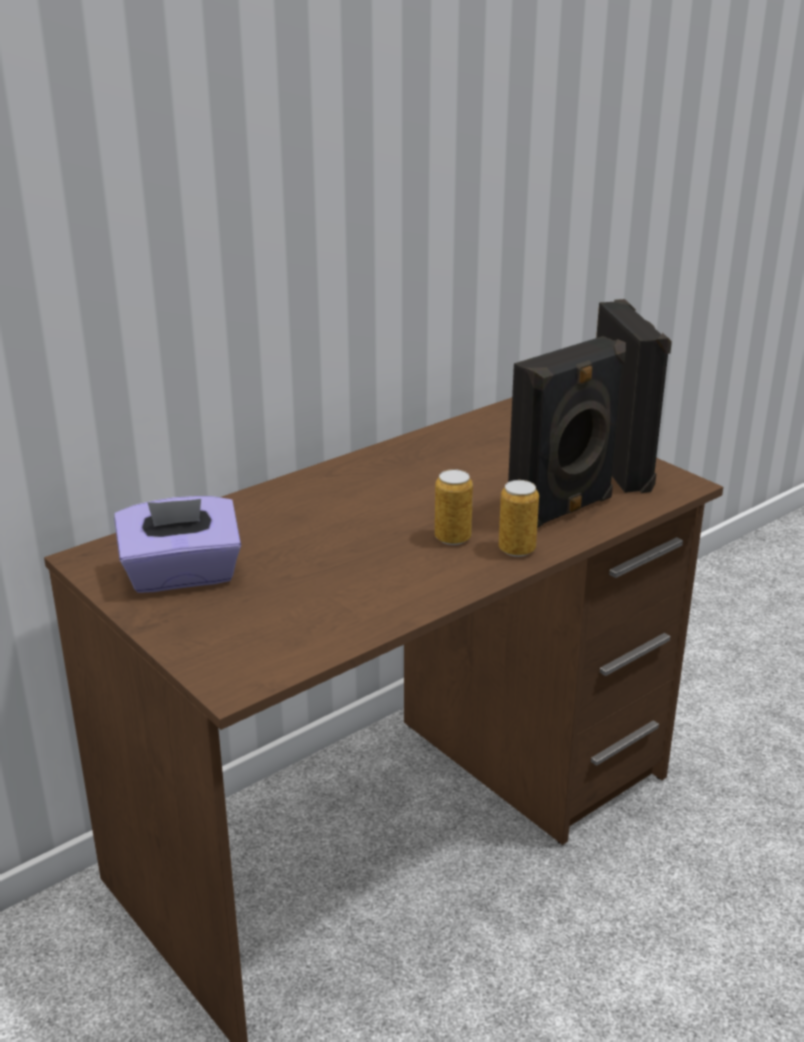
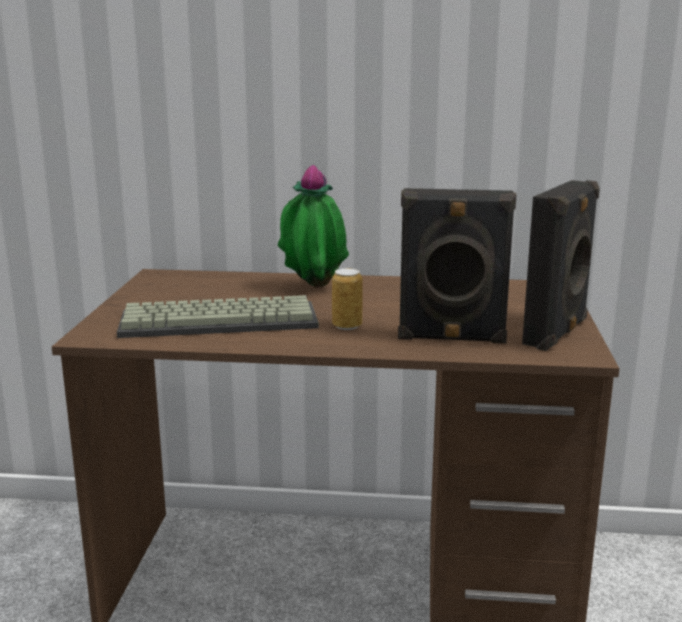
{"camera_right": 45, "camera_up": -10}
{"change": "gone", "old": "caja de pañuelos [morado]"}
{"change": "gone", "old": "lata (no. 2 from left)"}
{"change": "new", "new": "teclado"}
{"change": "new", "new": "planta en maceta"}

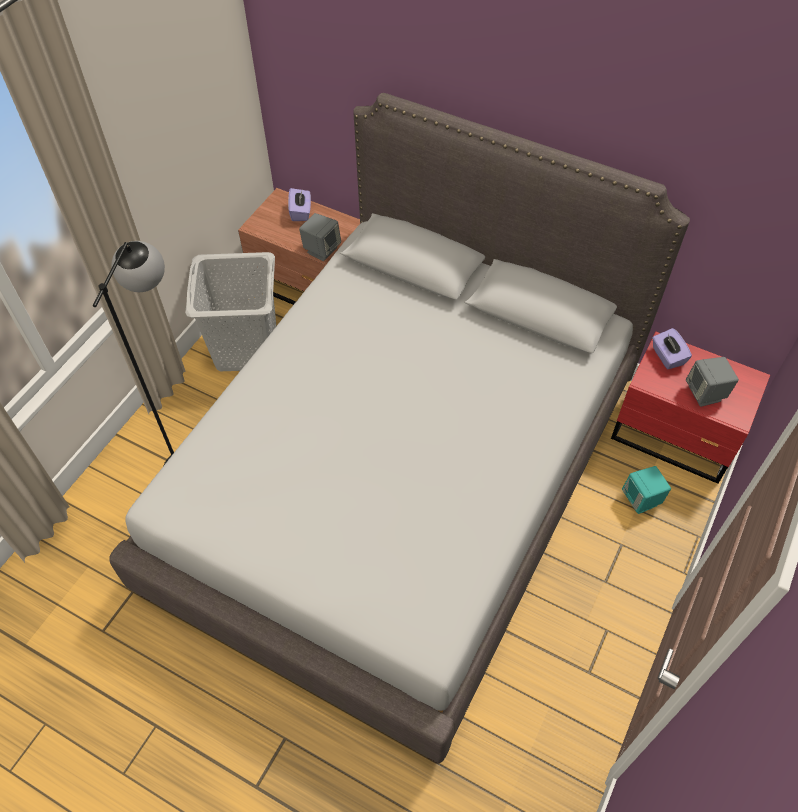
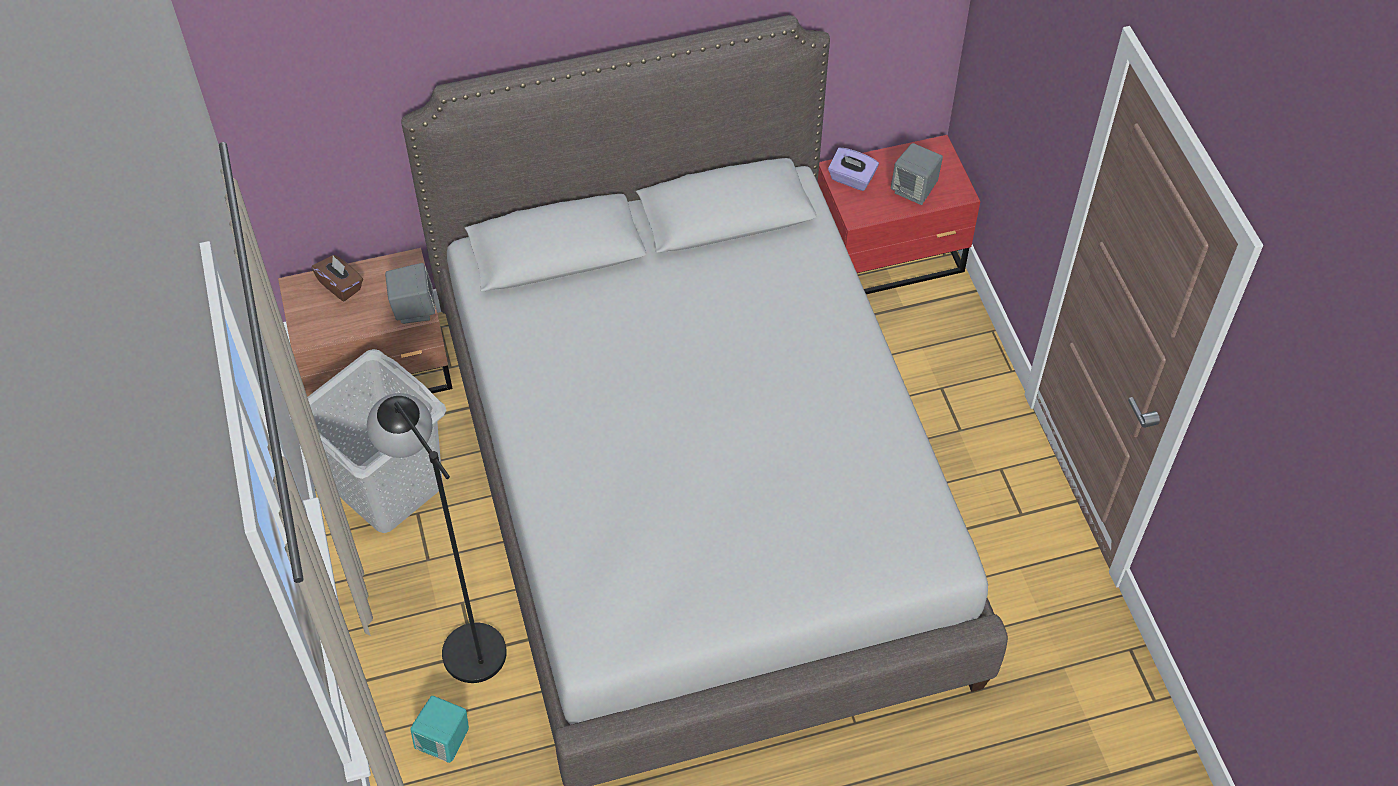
{"camera_right": -45, "camera_up": 0}
{"change": "shifted", "old": "altavoz [turquesa]"}
{"change": "repainted", "old": "caja de pañuelos [morado] (no. 1 from left)", "new": "caja de pañuelos [marrón]"}

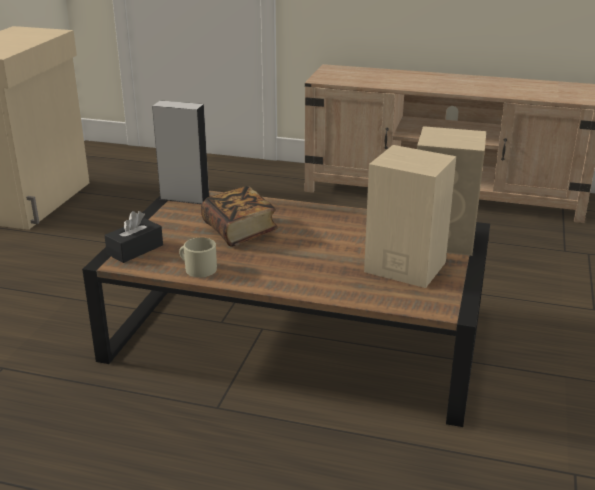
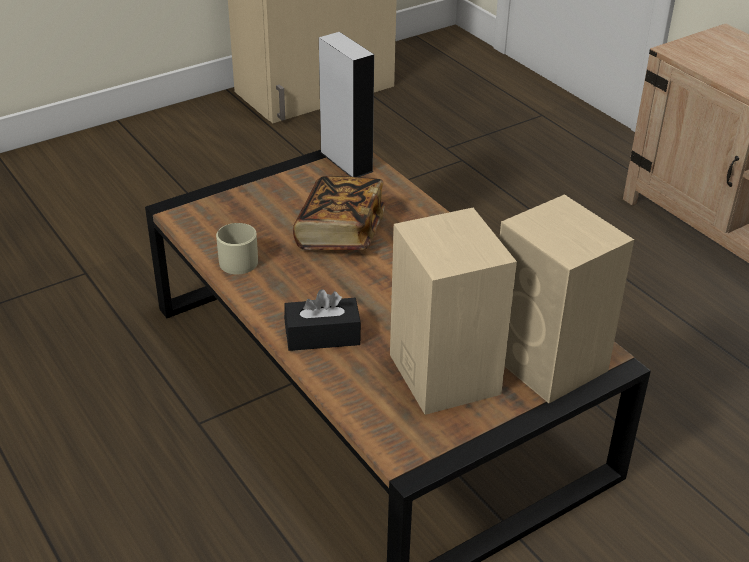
{"camera_right": 40, "camera_up": 10}
{"change": "shifted", "old": "caja de pañuelos [negro]"}

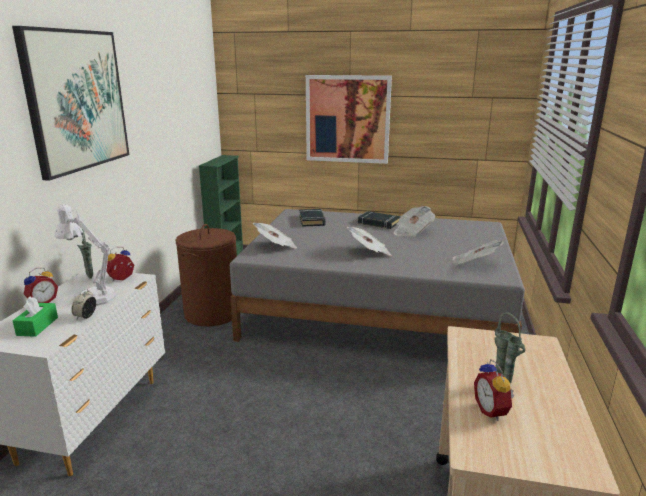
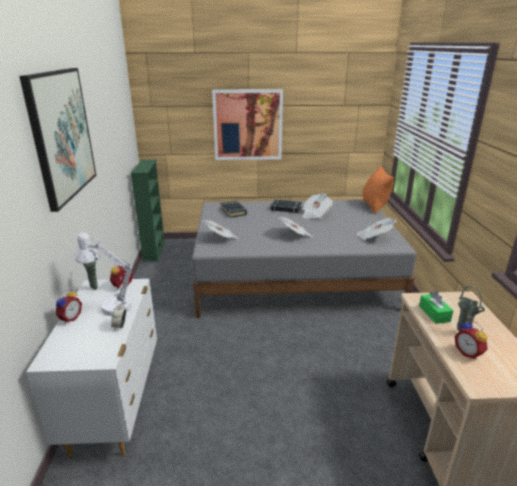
{"camera_right": -15, "camera_up": 5}
{"change": "gone", "old": "cesto de la ropa [marrón]"}
{"change": "new", "new": "cojín [naranja]"}
{"change": "shifted", "old": "caja de pañuelos [verde]"}

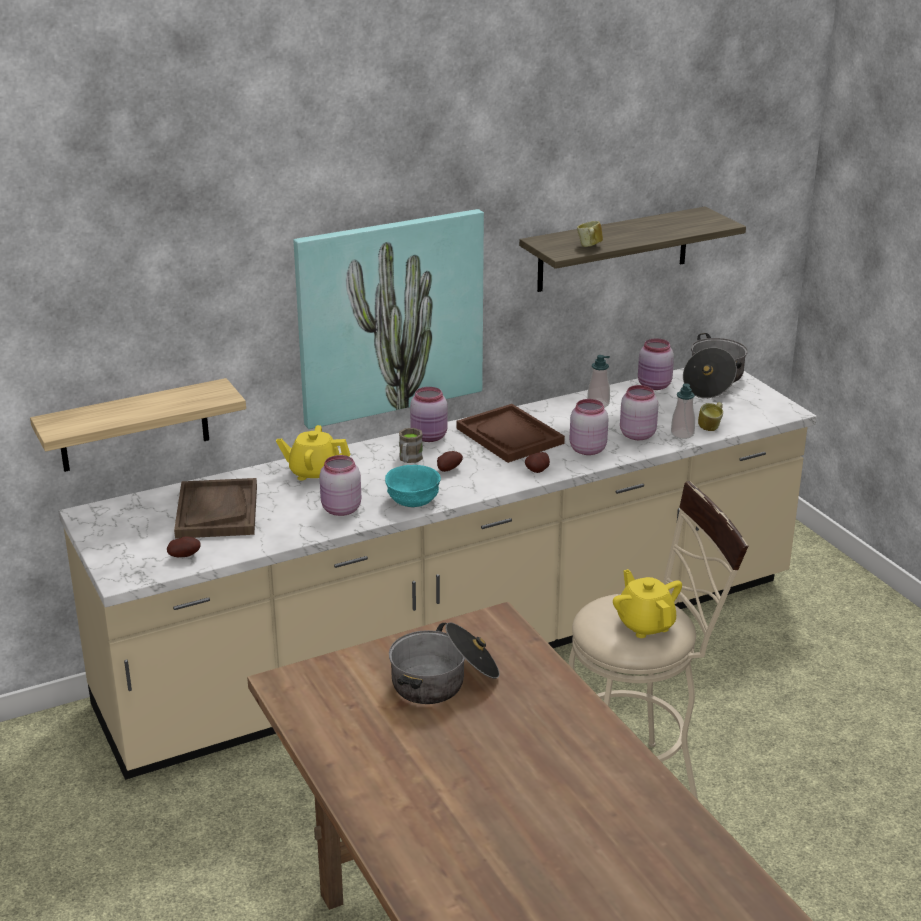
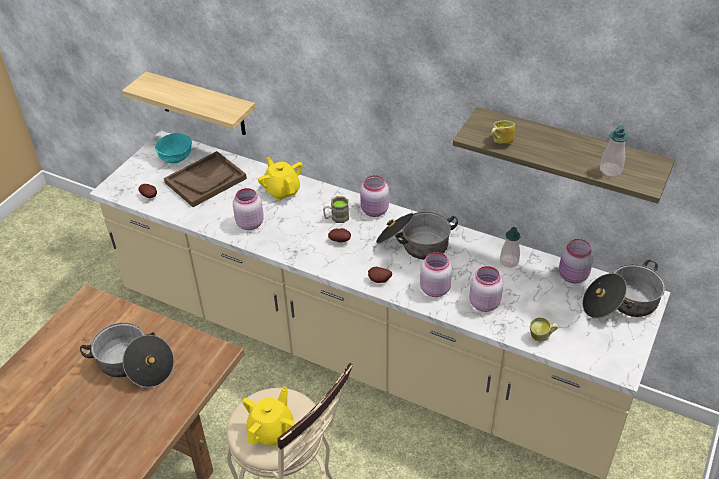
{"camera_right": 55, "camera_up": 15}
{"change": "gone", "old": "cuadro"}
{"change": "shifted", "old": "cuenco [turquesa]"}
{"change": "shifted", "old": "dispensador de jabón (no. 2 from left)"}
{"change": "swapped", "old": "bandeja [marrón] (no. 2 from left)", "new": "olla (no. 2 from left)"}

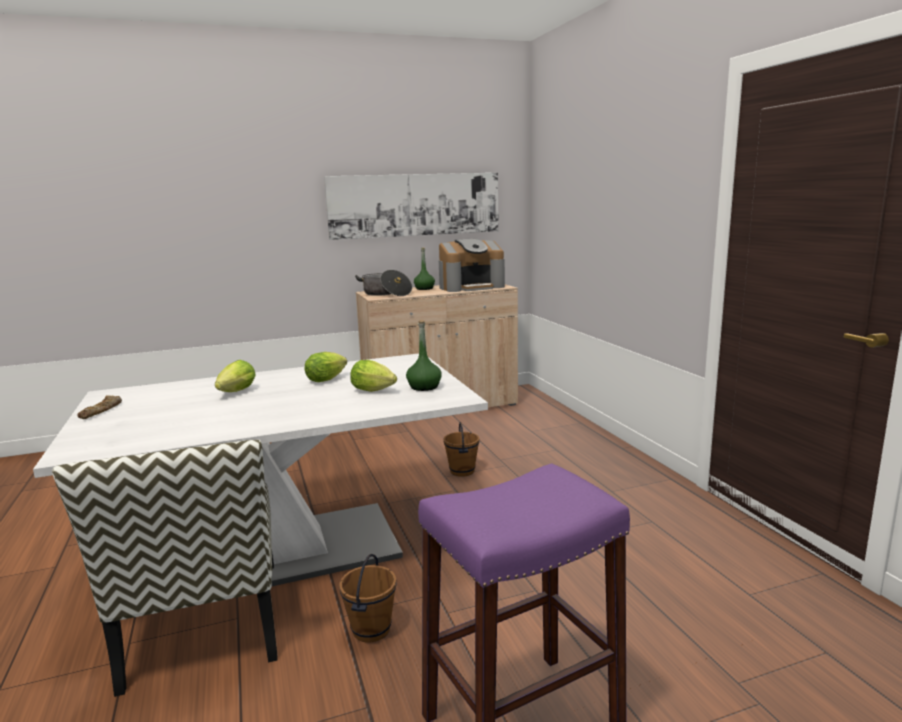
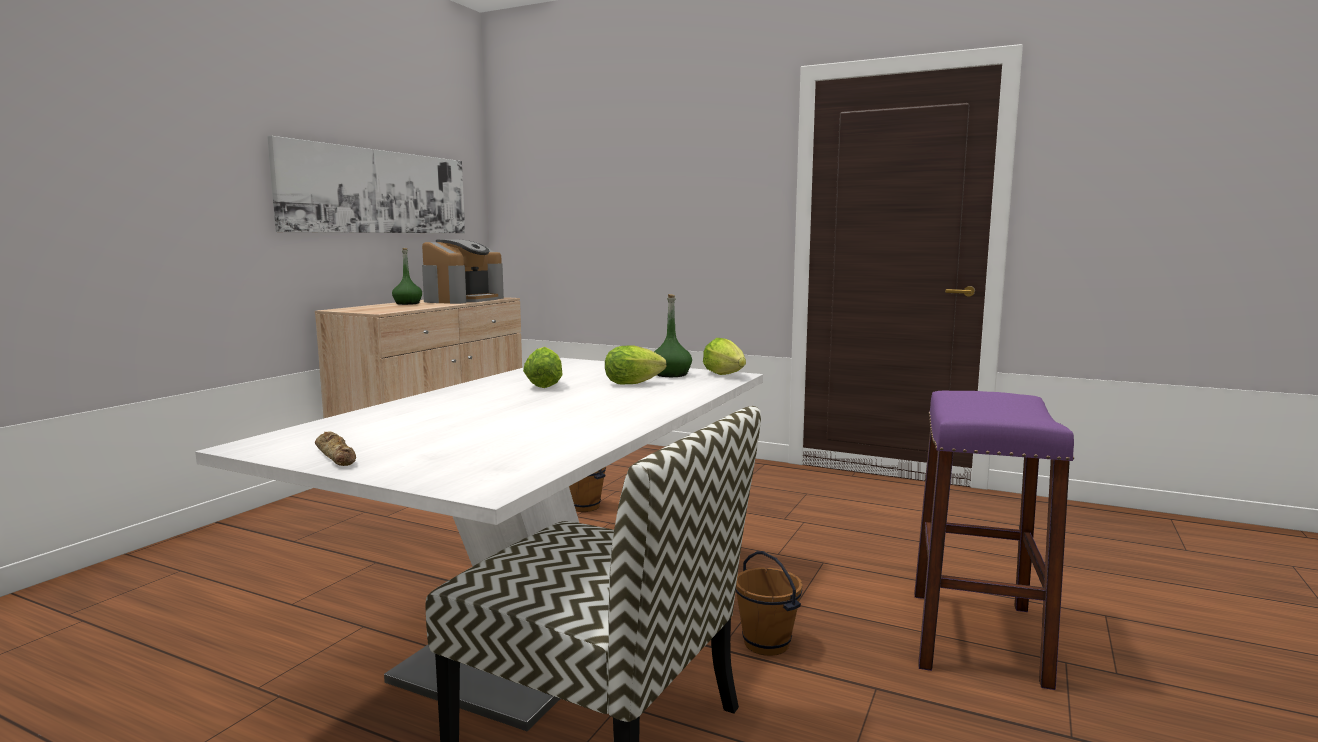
{"camera_right": -45, "camera_up": -5}
{"change": "gone", "old": "olla"}
{"change": "shifted", "old": "lechuga (no. 1 from left in the first image)", "new": "lechuga (no. 3 from left)"}

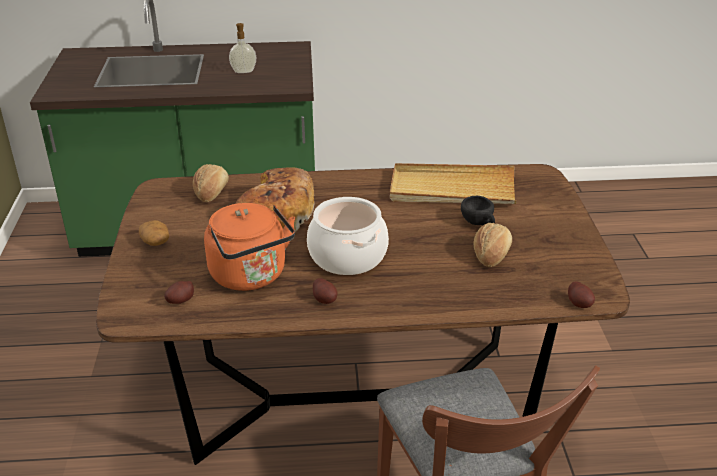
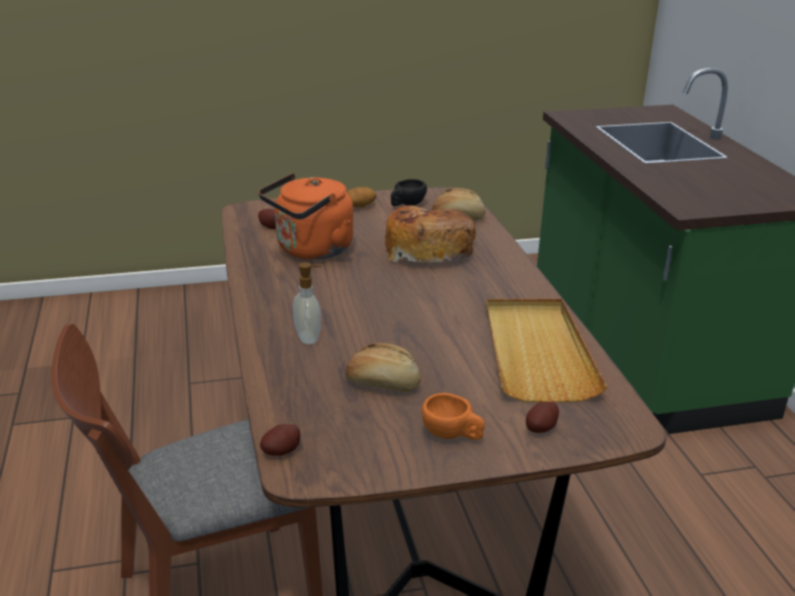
{"camera_right": 80, "camera_up": -5}
{"change": "gone", "old": "olla"}
{"change": "new", "new": "taza [naranja]"}
{"change": "shifted", "old": "dispensador de jabón"}
{"change": "shifted", "old": "patata (no. 3 from left in the first image)", "new": "patata (no. 4 from left)"}
{"change": "shifted", "old": "taza [negro]"}

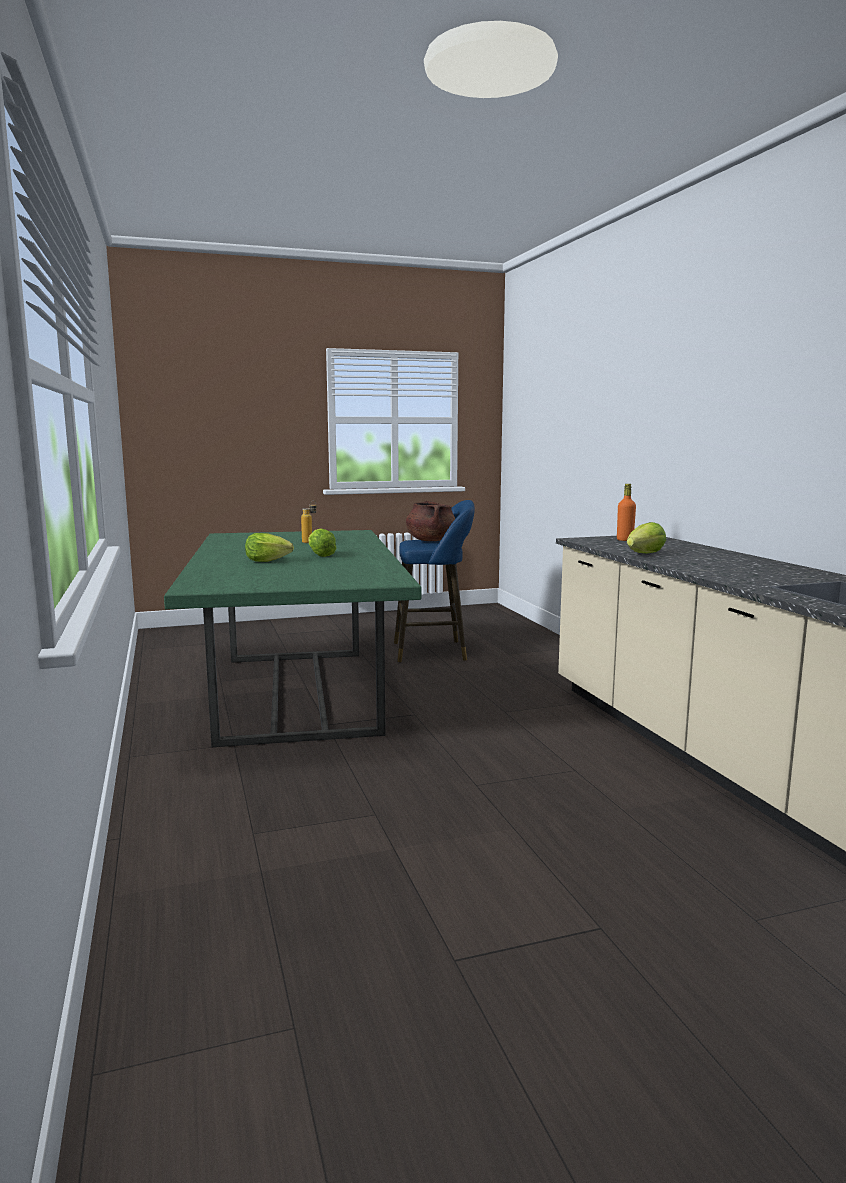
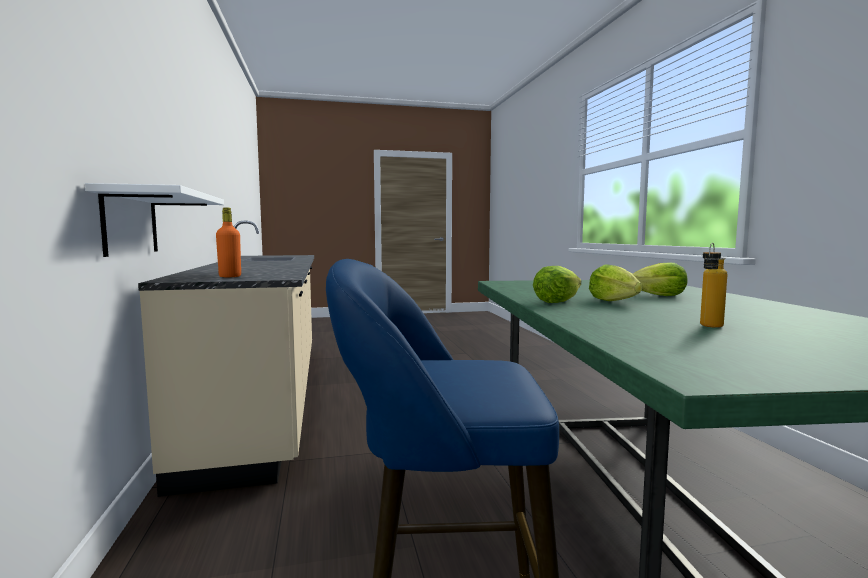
{"camera_right": -175, "camera_up": -5}
{"change": "gone", "old": "olla [marrón]"}
{"change": "new", "new": "estante [blanco]"}
{"change": "shifted", "old": "lechuga (no. 3 from left in the first image)", "new": "lechuga (no. 1 from left)"}

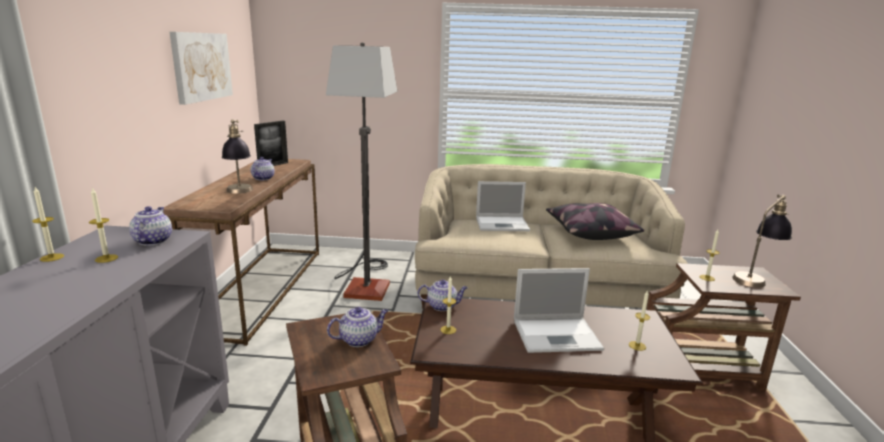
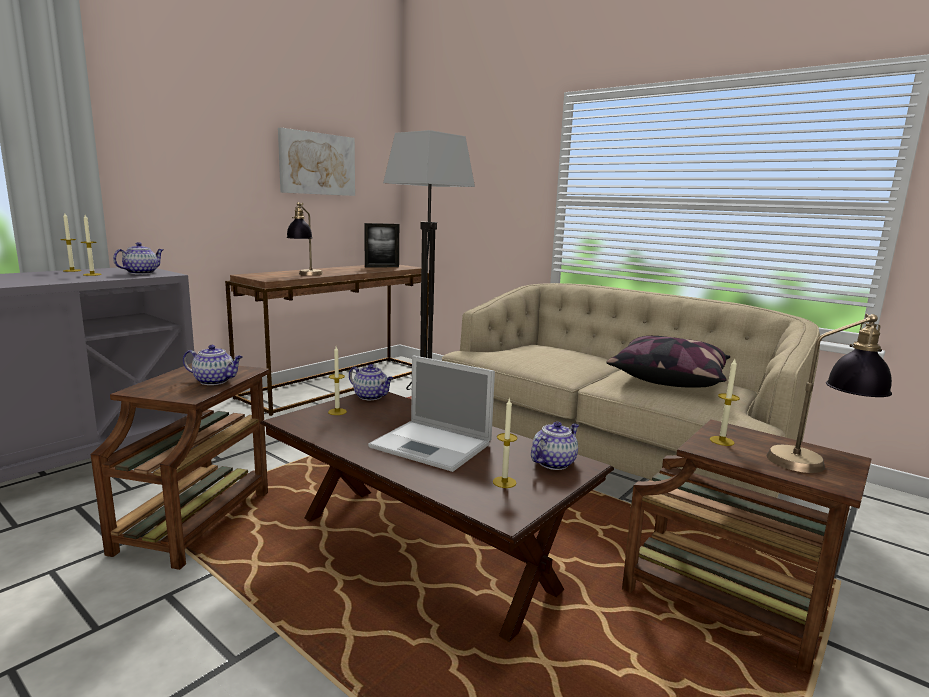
{"camera_right": 35, "camera_up": -5}
{"change": "gone", "old": "portátil (no. 1 from left)"}
{"change": "shifted", "old": "tetera (no. 2 from left in the first image)", "new": "tetera (no. 4 from left)"}

